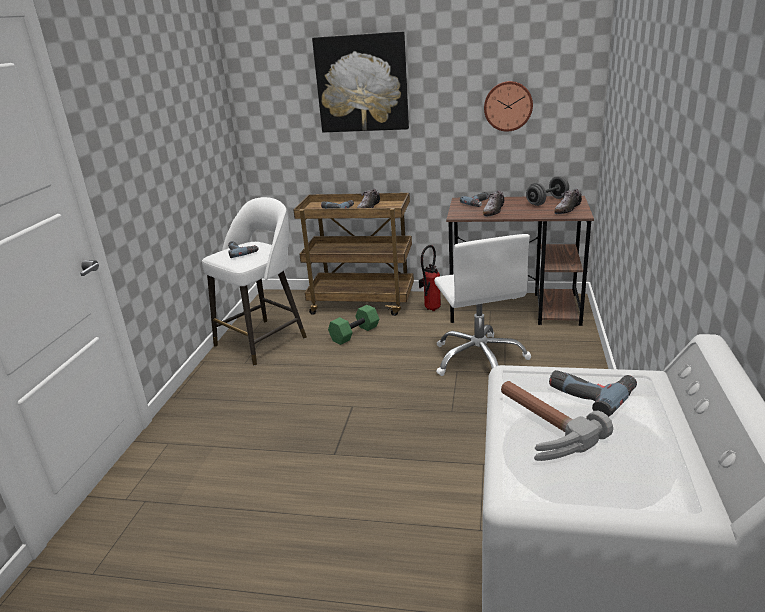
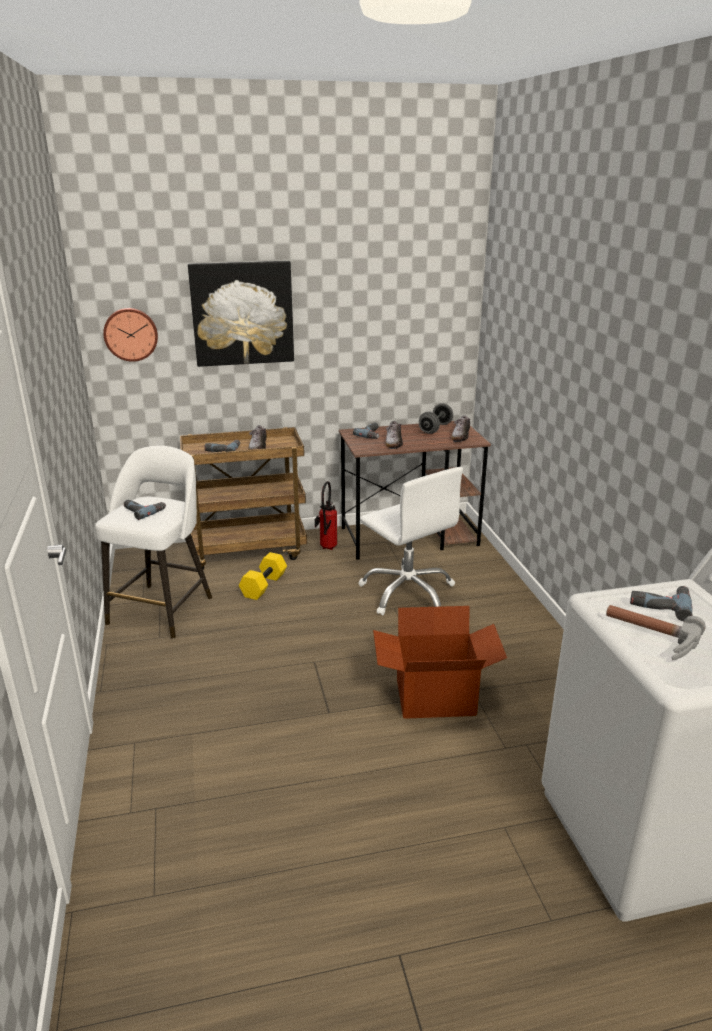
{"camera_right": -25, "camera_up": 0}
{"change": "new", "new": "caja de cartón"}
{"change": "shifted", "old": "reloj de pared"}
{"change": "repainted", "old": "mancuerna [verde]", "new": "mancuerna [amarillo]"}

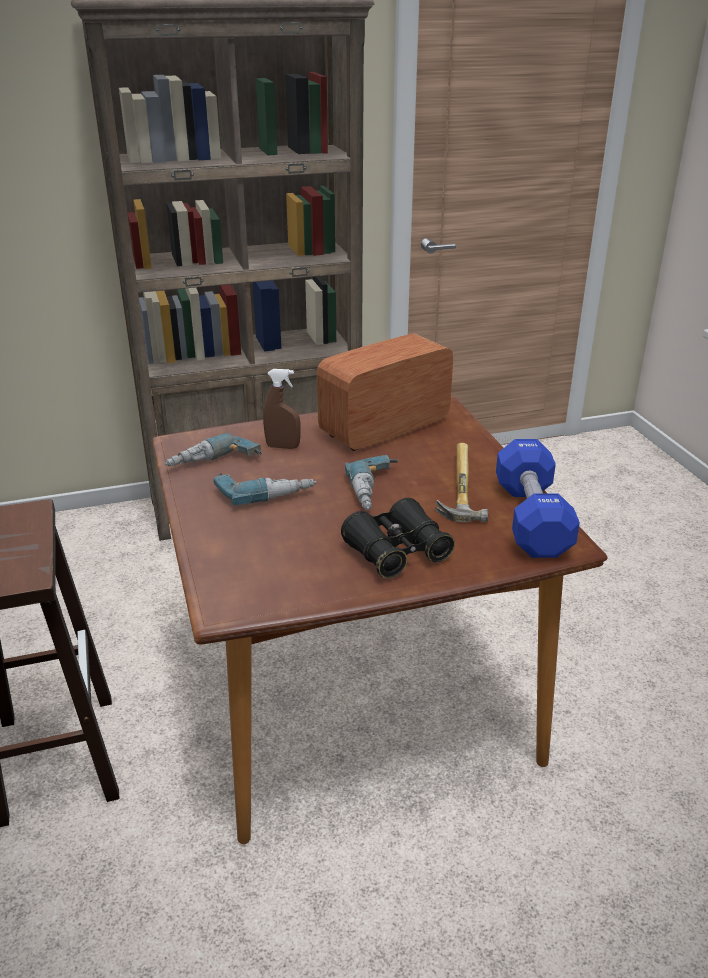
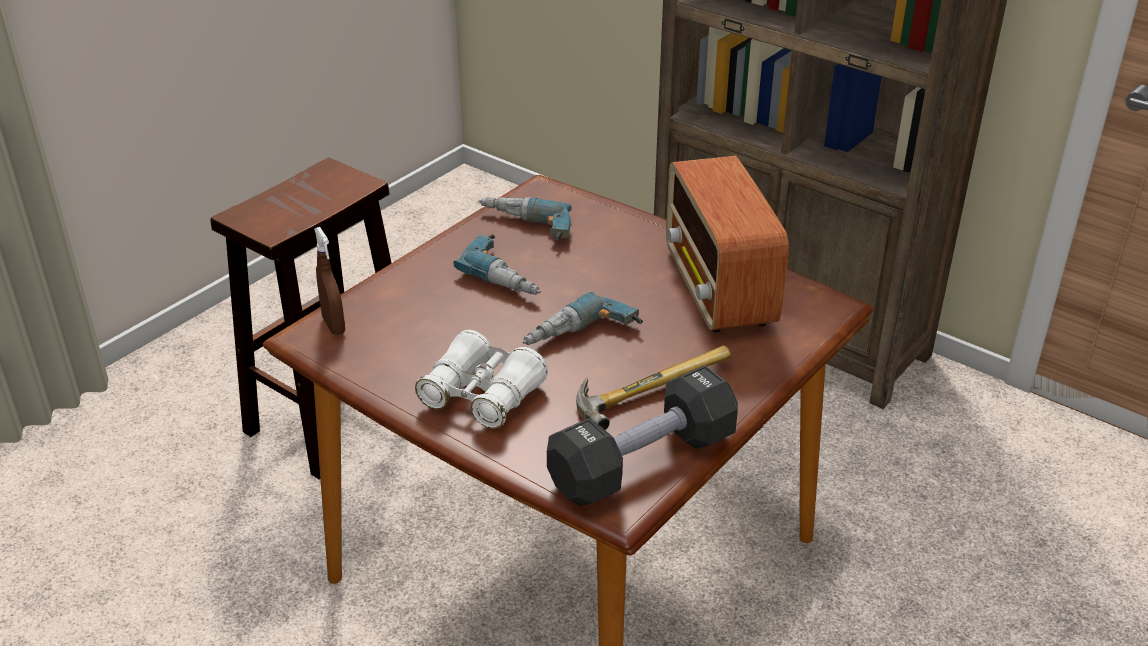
{"camera_right": 55, "camera_up": 5}
{"change": "shifted", "old": "pulverizador [marrón]"}
{"change": "repainted", "old": "prismáticos [negro]", "new": "prismáticos [blanco]"}
{"change": "repainted", "old": "mancuerna [azul]", "new": "mancuerna [negro]"}
{"change": "rotated", "old": "radio", "degrees": -120}

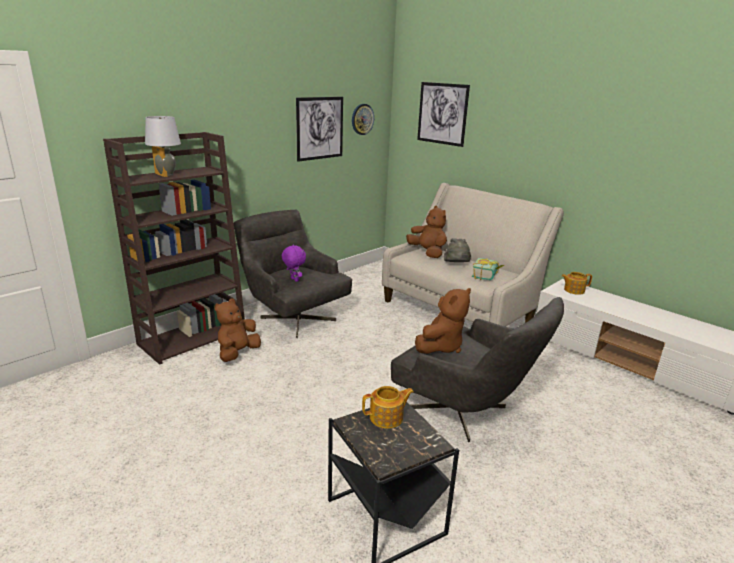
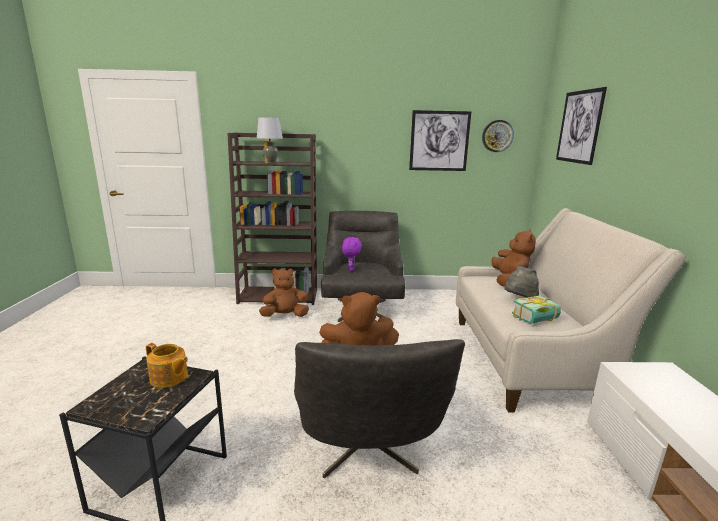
{"camera_right": 45, "camera_up": -5}
{"change": "gone", "old": "tetera (no. 2 from left)"}

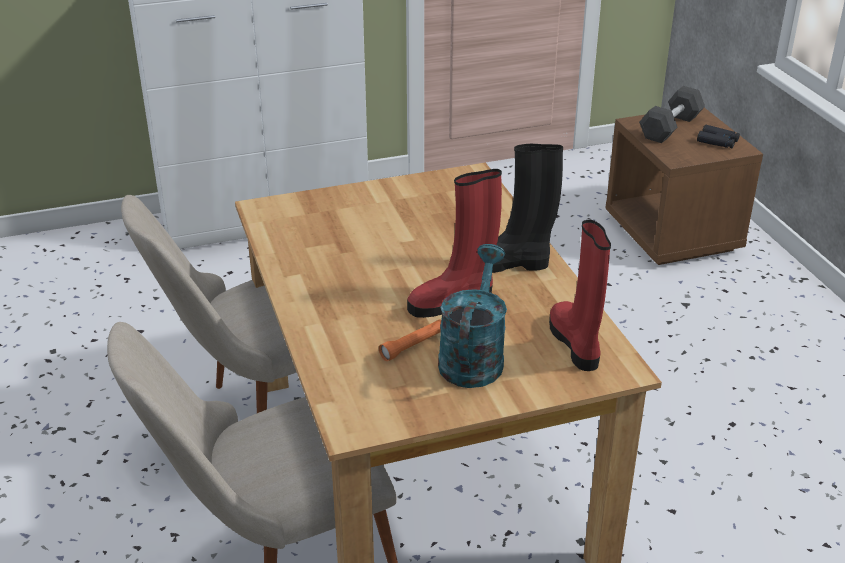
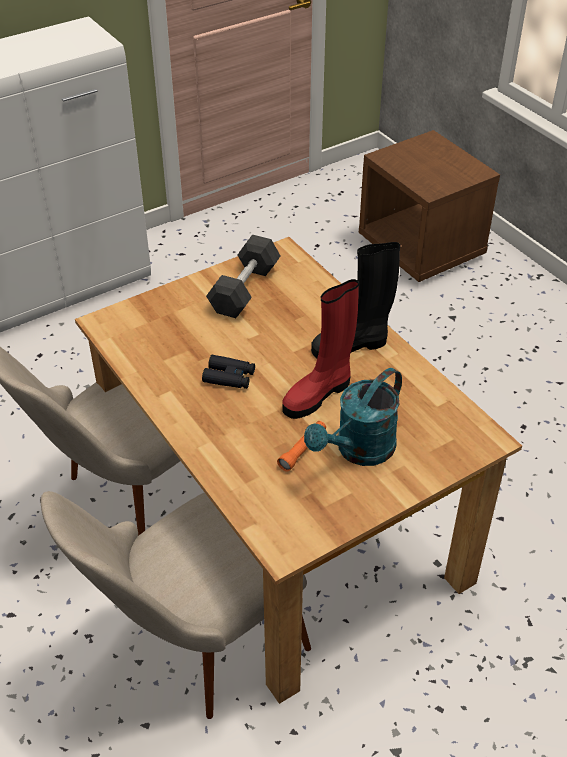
{"camera_right": -15, "camera_up": 10}
{"change": "gone", "old": "bota [rojo] (no. 2 from left)"}
{"change": "shifted", "old": "mancuerna [negro]"}
{"change": "shifted", "old": "prismáticos [negro]"}
{"change": "rotated", "old": "regadera [turquesa]", "degrees": -135}

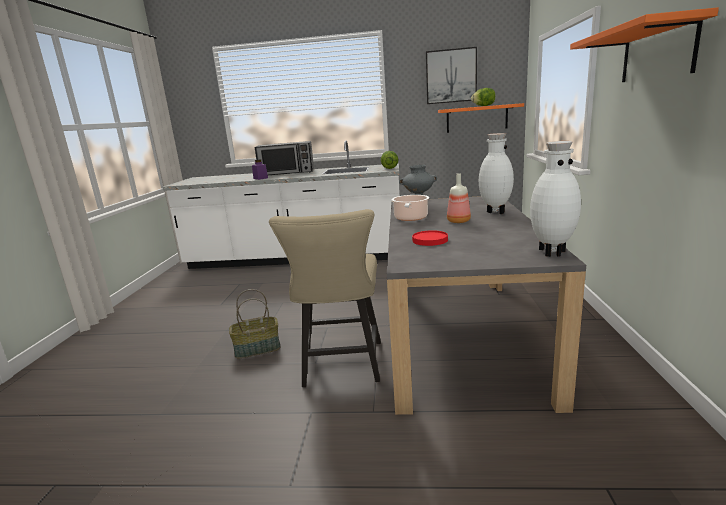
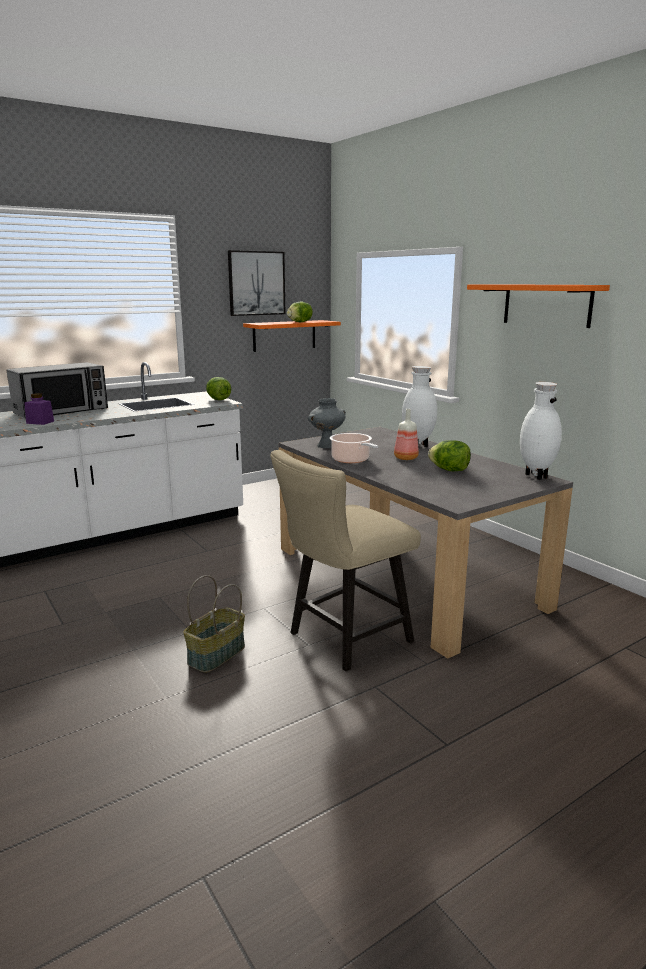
{"camera_right": -40, "camera_up": 0}
{"change": "gone", "old": "plato [rojo]"}
{"change": "new", "new": "lechuga (no. 3 from left)"}
{"change": "rotated", "old": "silla [beis]", "degrees": 90}

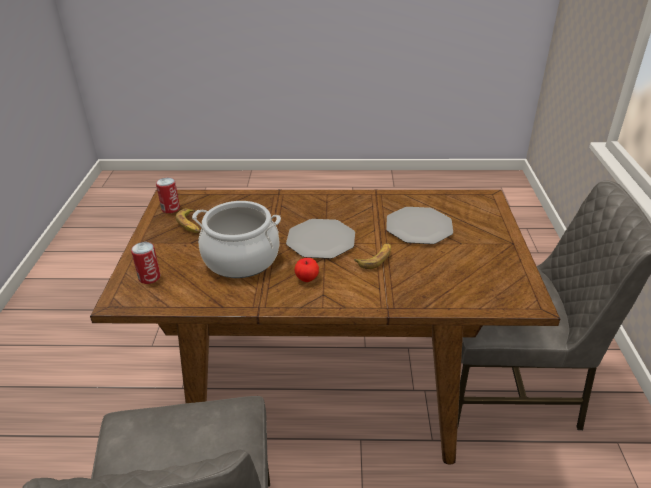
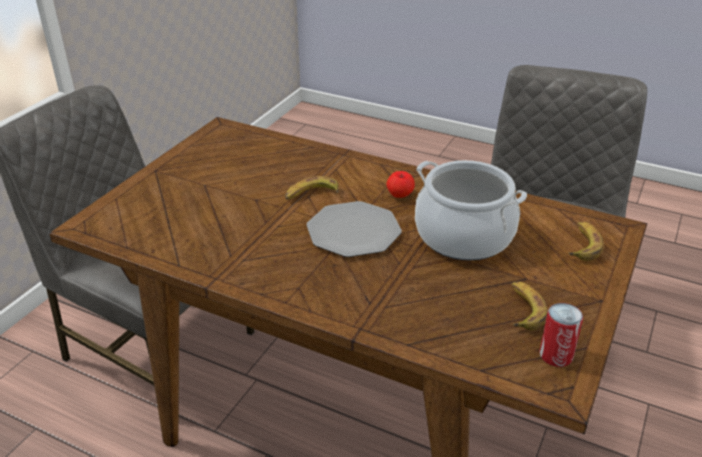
{"camera_right": -155, "camera_up": 0}
{"change": "gone", "old": "plato (no. 2 from left)"}
{"change": "swapped", "old": "lata (no. 1 from left)", "new": "plátano (no. 3 from left)"}

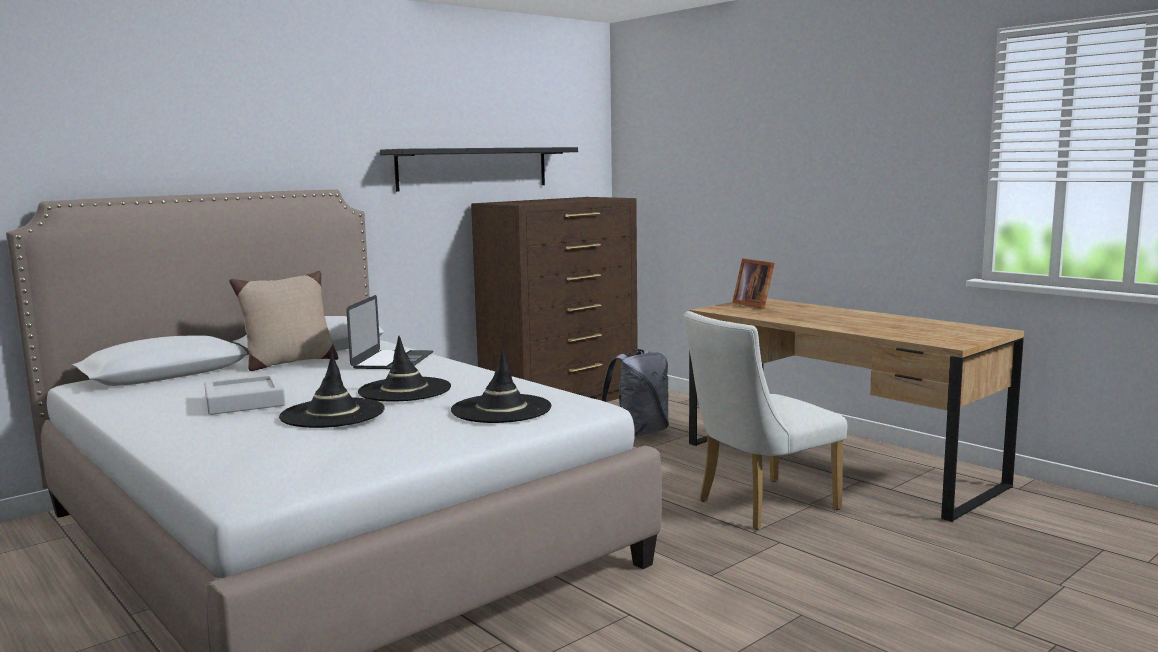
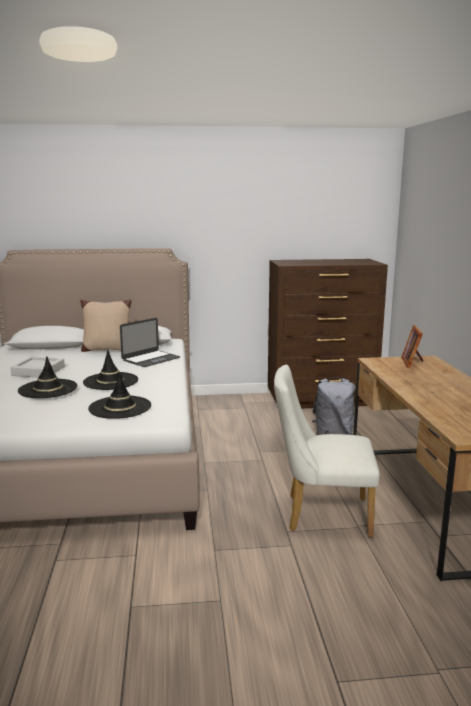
{"camera_right": 35, "camera_up": 5}
{"change": "gone", "old": "estante [negro]"}

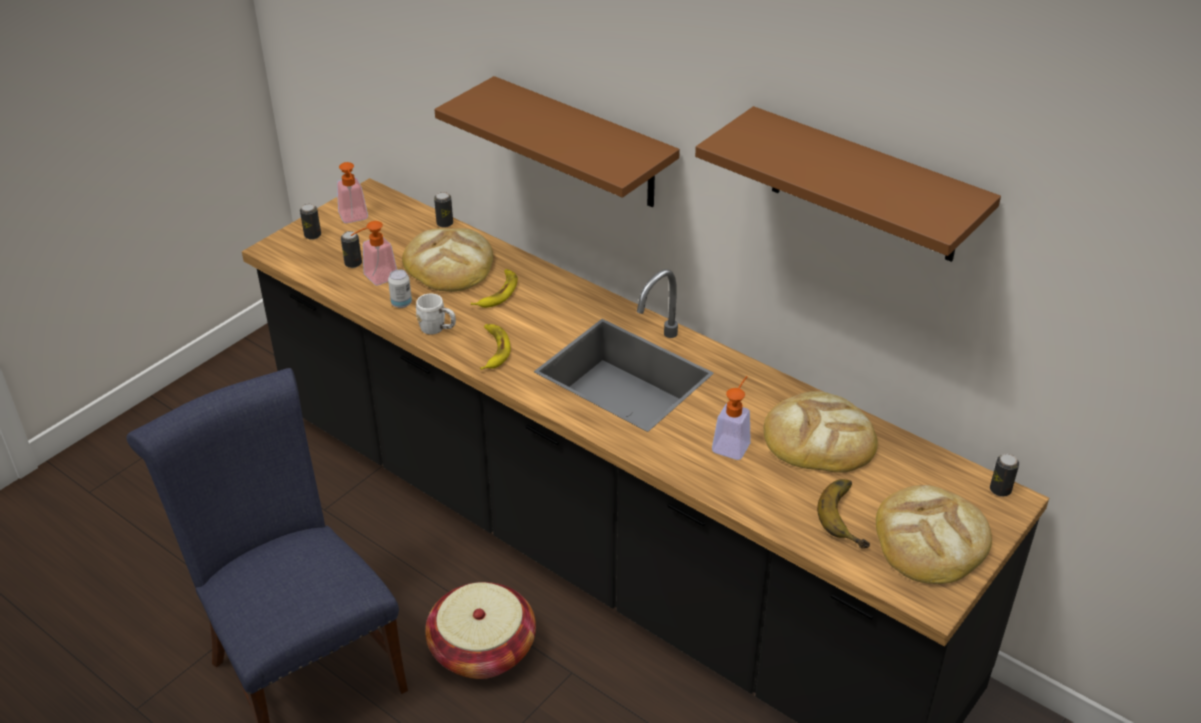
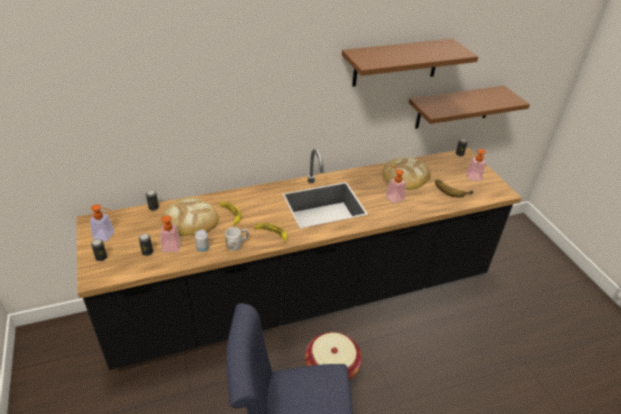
{"camera_right": -60, "camera_up": 0}
{"change": "shifted", "old": "estante [marrón] (no. 1 from left in the first image)", "new": "estante [marrón] (no. 2 from left)"}
{"change": "swapped", "old": "pan (no. 3 from left)", "new": "dispensador de jabón (no. 4 from left)"}

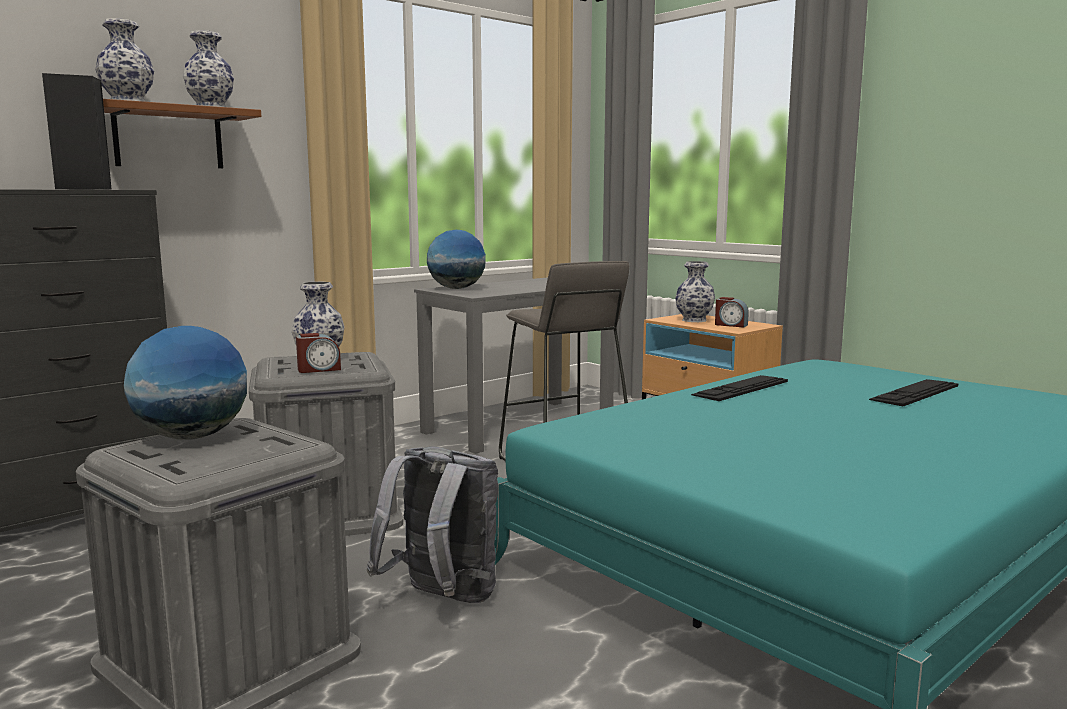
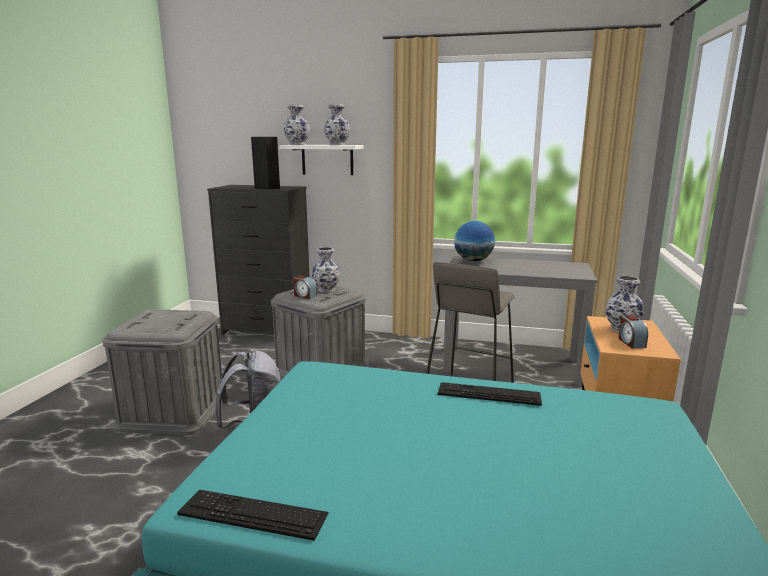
{"camera_right": 55, "camera_up": 5}
{"change": "gone", "old": "globo terráqueo (no. 1 from left)"}
{"change": "shifted", "old": "teclado (no. 2 from left in the first image)", "new": "teclado (no. 1 from left)"}
{"change": "repainted", "old": "estante [marrón]", "new": "estante [blanco]"}

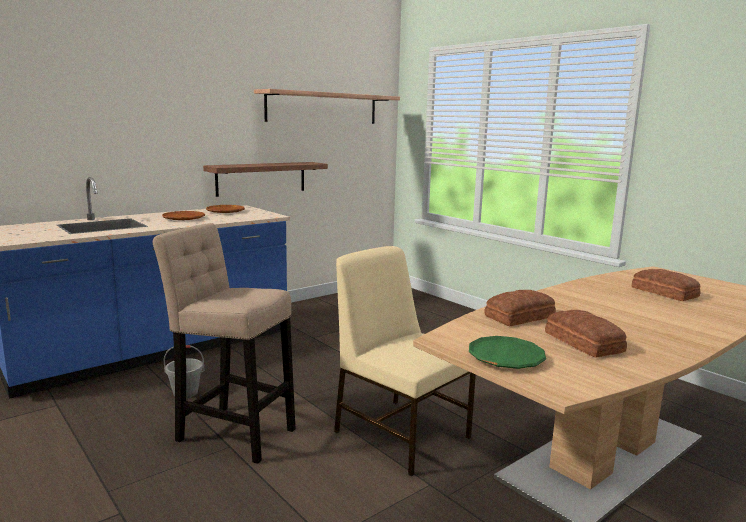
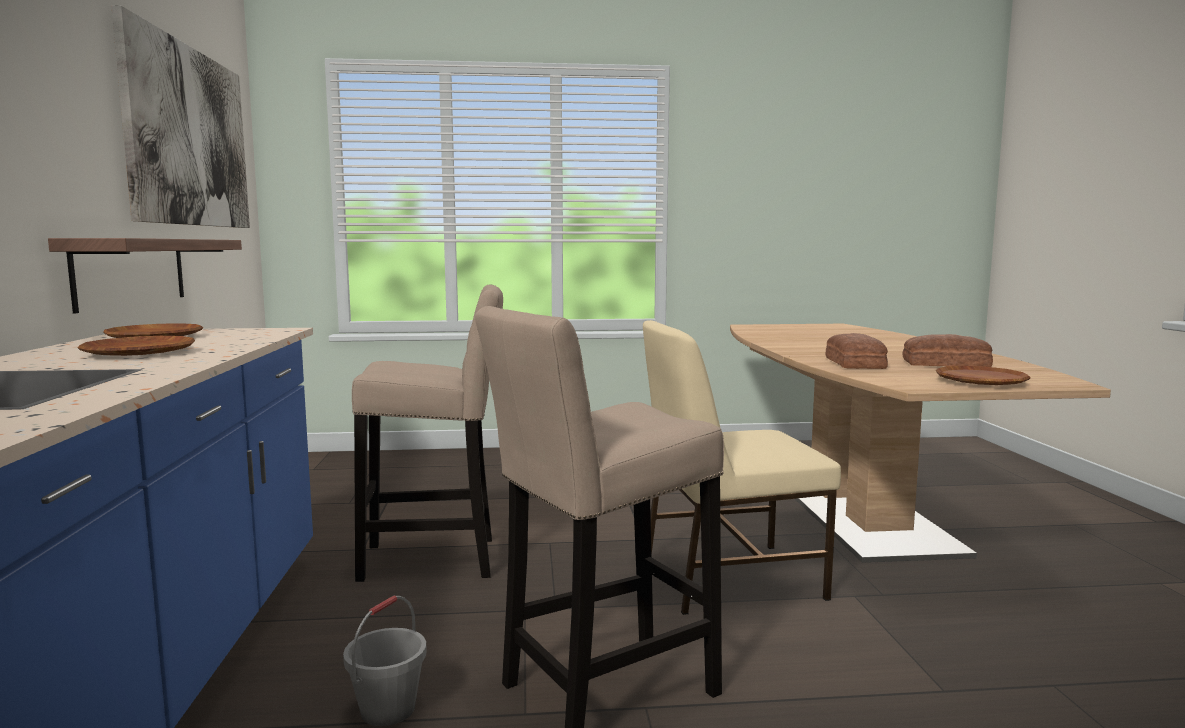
{"camera_right": -55, "camera_up": -5}
{"change": "gone", "old": "pan (no. 3 from left)"}
{"change": "new", "new": "taburete [beis] (no. 1 from left)"}
{"change": "swapped", "old": "estante (no. 2 from left)", "new": "cuadro"}
{"change": "repainted", "old": "plato [verde]", "new": "plato [marrón] (no. 3 from left)"}

